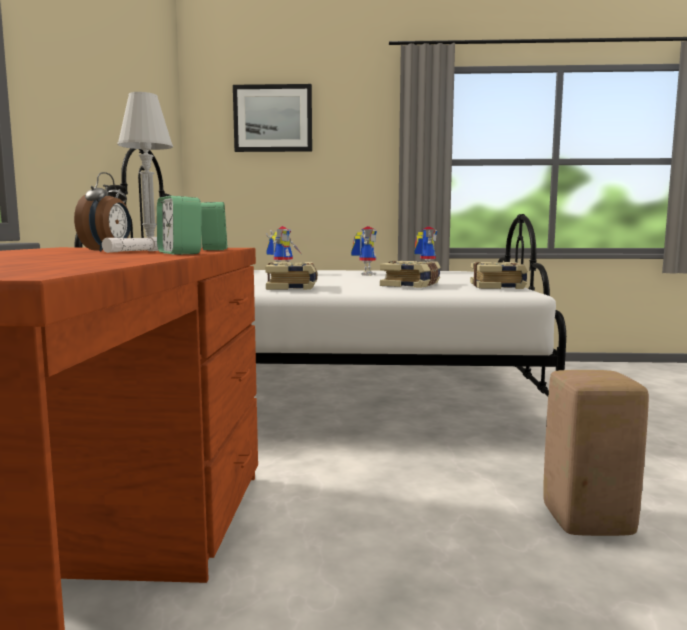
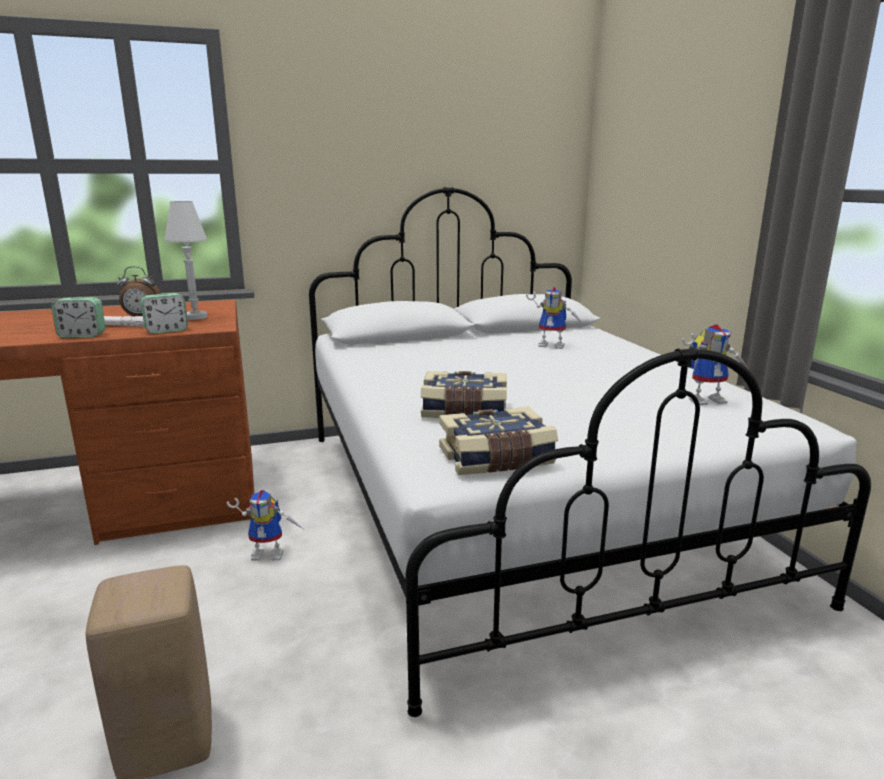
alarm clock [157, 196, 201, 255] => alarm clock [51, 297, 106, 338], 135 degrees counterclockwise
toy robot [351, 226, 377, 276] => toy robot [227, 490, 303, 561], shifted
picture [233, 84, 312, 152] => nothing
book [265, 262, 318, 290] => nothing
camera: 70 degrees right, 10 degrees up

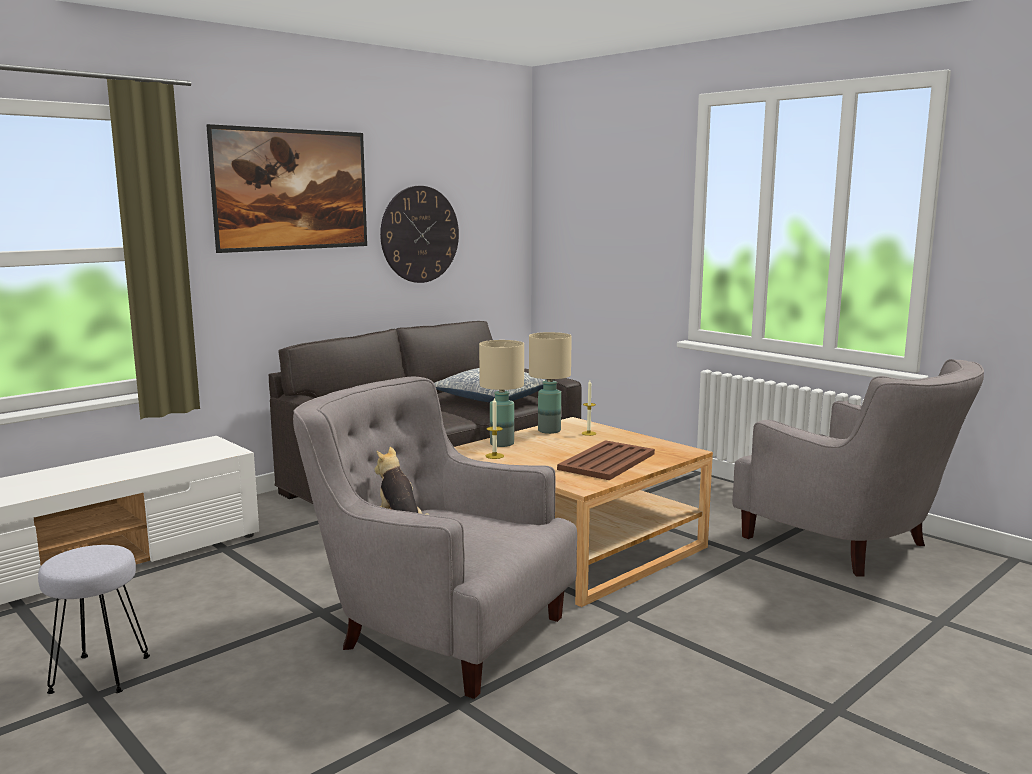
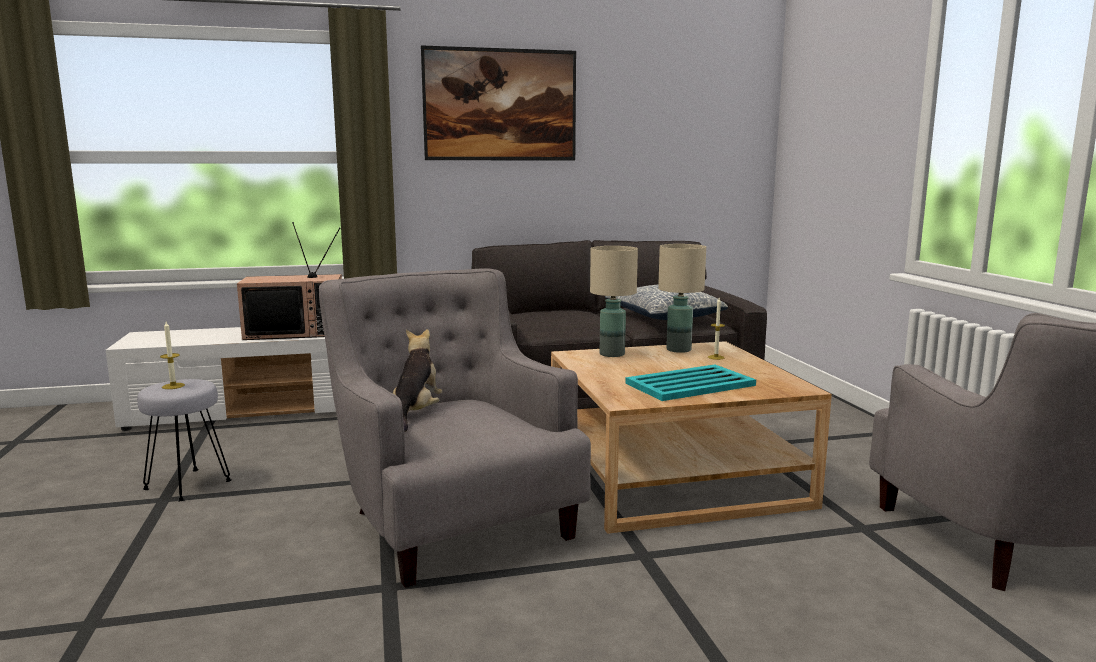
candle [486, 397, 504, 459] => candle [160, 322, 185, 389], shifted
nothing => television [237, 222, 342, 340]
brown tray [557, 440, 655, 480] => turquoise tray [625, 365, 756, 401]
wall clock [380, 186, 459, 283] => nothing
camera: 30 degrees right, 0 degrees up

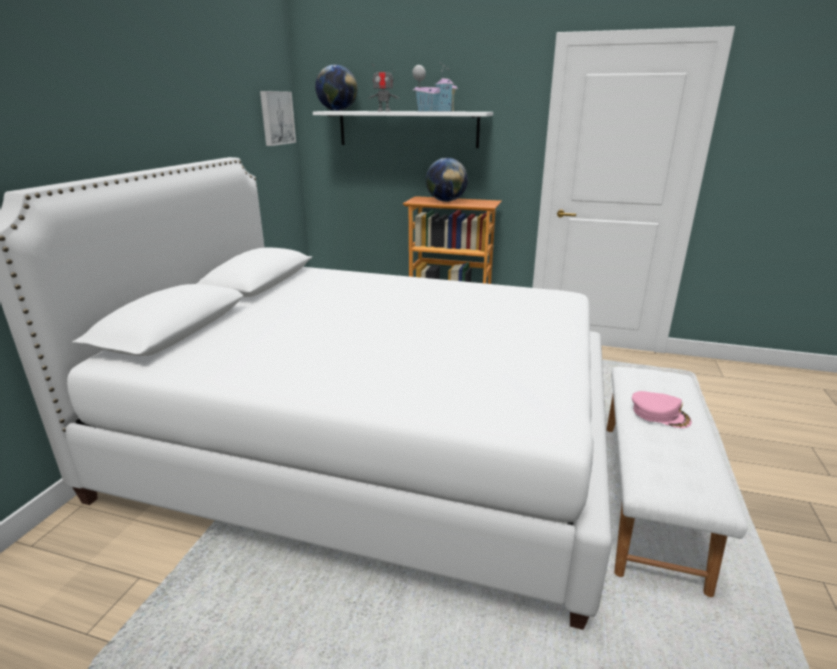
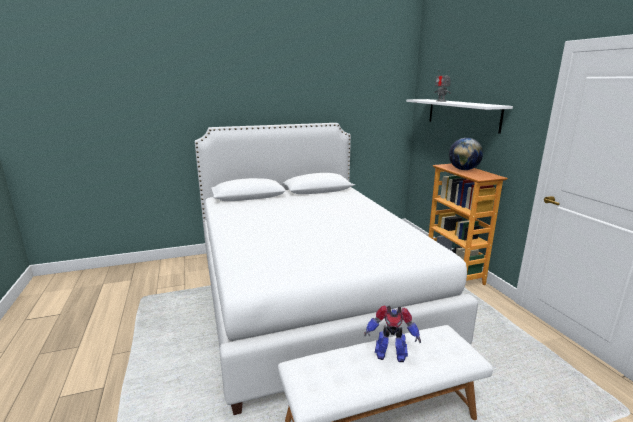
pink cap [632, 391, 692, 428] => toy robot [364, 306, 421, 362]
picture [260, 91, 296, 146] => nothing
globe [315, 64, 358, 111] => nothing
toy house [412, 63, 458, 112] => nothing
camera: 55 degrees right, 5 degrees down

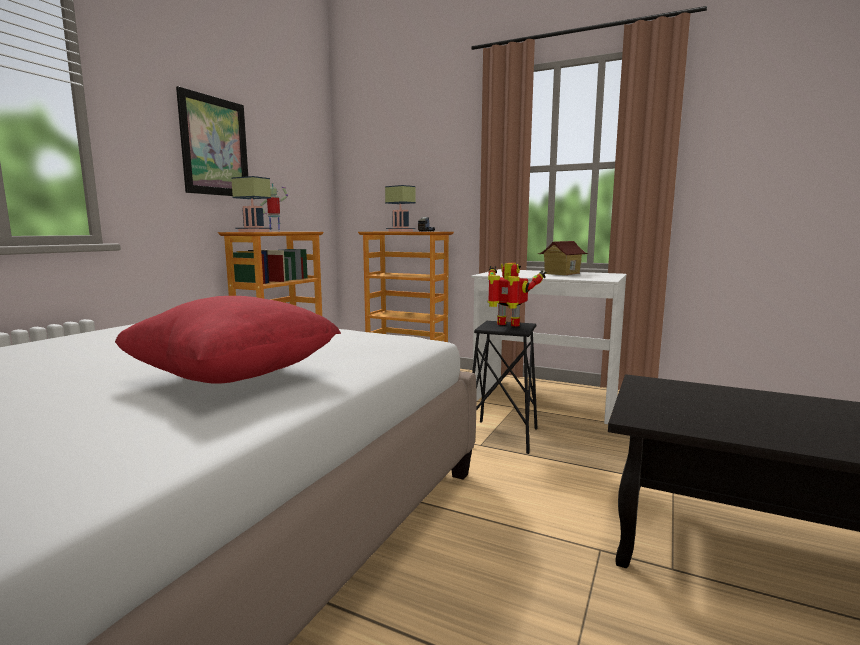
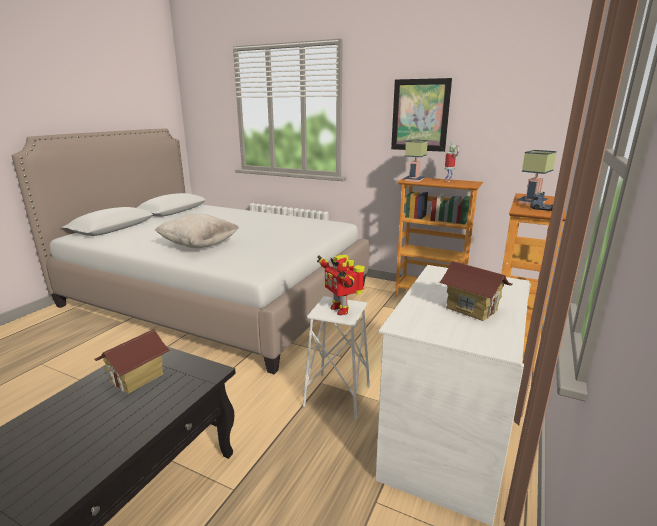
nothing => toy house [94, 329, 170, 394]
red pillow [115, 296, 341, 384] => beige pillow [155, 213, 239, 248]
black stool [472, 321, 537, 454] => white stool [303, 296, 370, 419]
toy robot [488, 263, 547, 327] => toy robot [317, 254, 365, 315], 120 degrees clockwise
camera: 90 degrees right, 10 degrees up

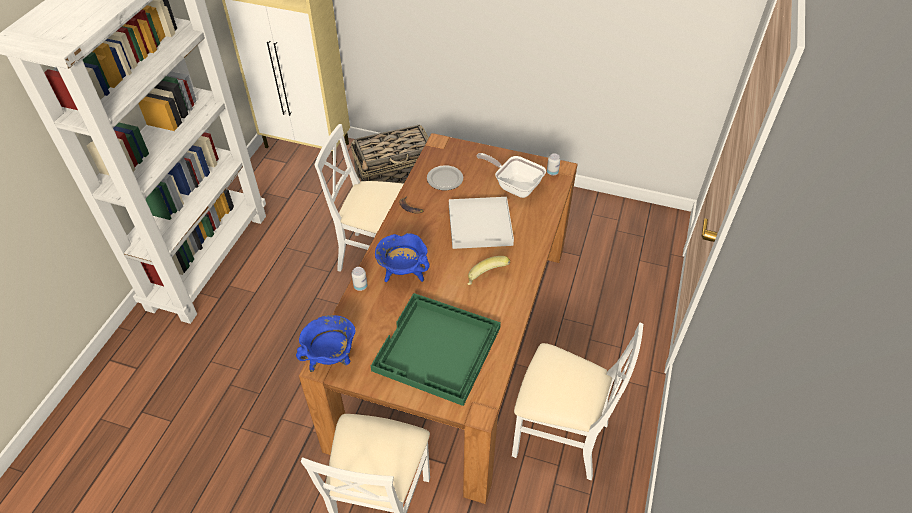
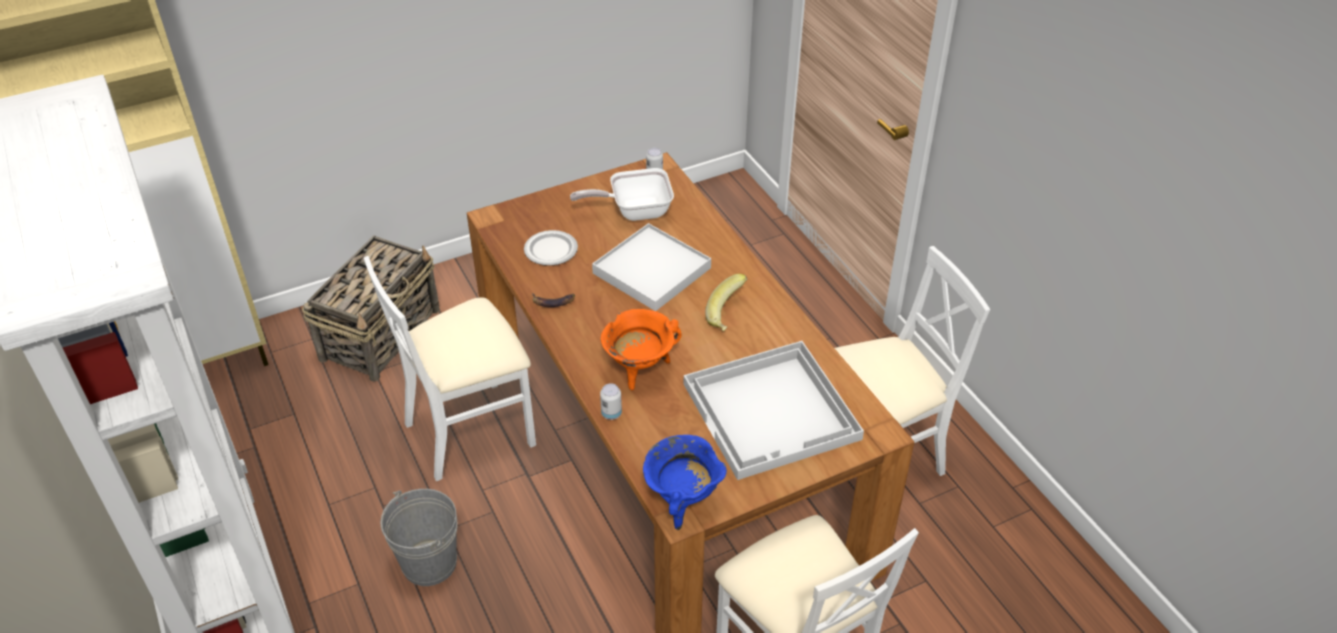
nothing => grey bucket [380, 489, 458, 586]
blue cooking pot [375, 233, 430, 282] => orange cooking pot [601, 309, 682, 390]
green tray [371, 293, 501, 406] => white tray [684, 341, 864, 480]
camera: 45 degrees left, 5 degrees down

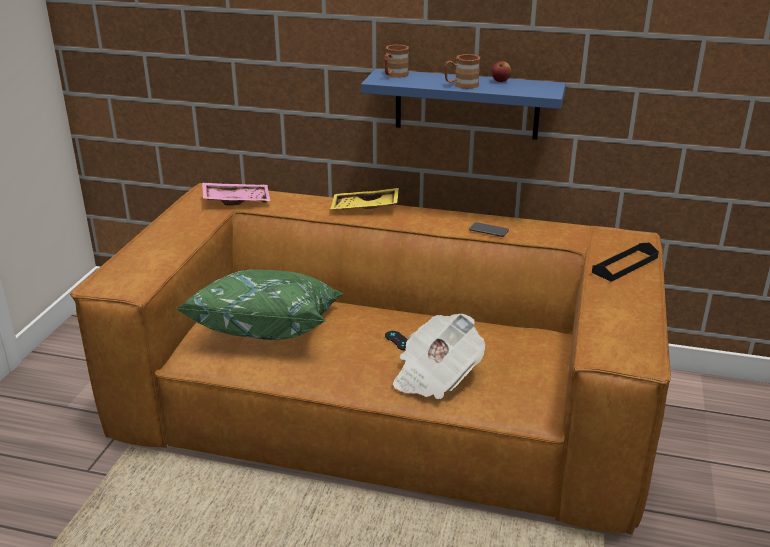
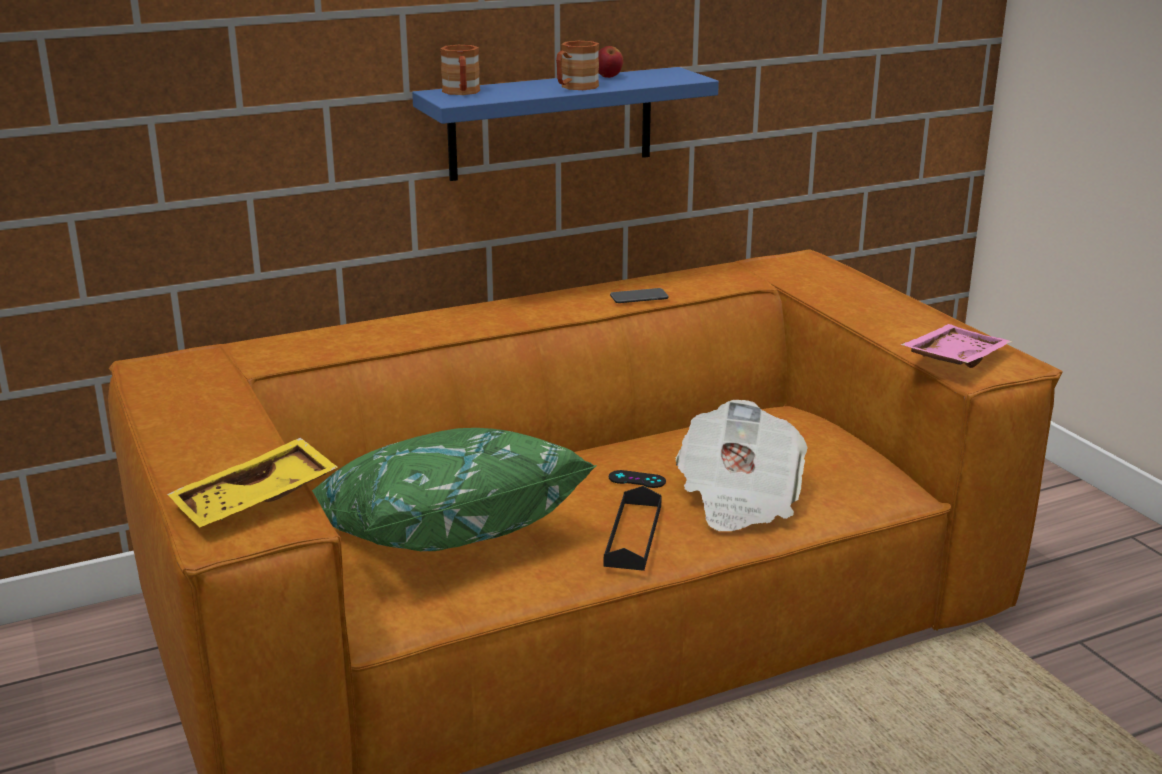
yellow tray [330, 188, 399, 210] => yellow tray [167, 438, 338, 527], shifted
black tray [592, 243, 659, 282] => black tray [604, 486, 662, 571], shifted
pink tray [202, 183, 271, 206] => pink tray [900, 324, 1012, 368], shifted
camera: 40 degrees left, 5 degrees down

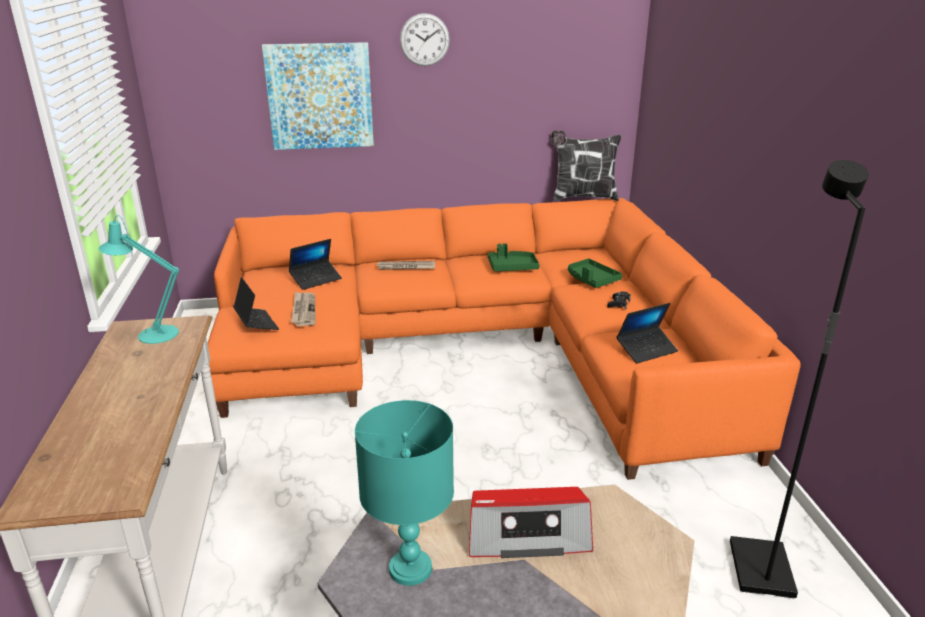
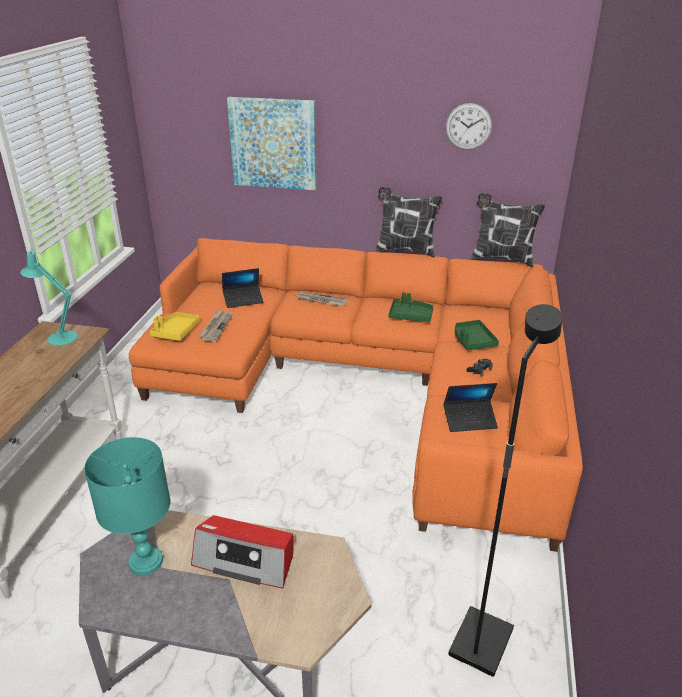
laptop [233, 277, 279, 330] => yellow tray [150, 312, 200, 341]
nothing => pillow [376, 187, 443, 258]
wall clock [400, 13, 450, 66] => wall clock [446, 103, 492, 150], shifted
camera: 20 degrees right, 5 degrees up

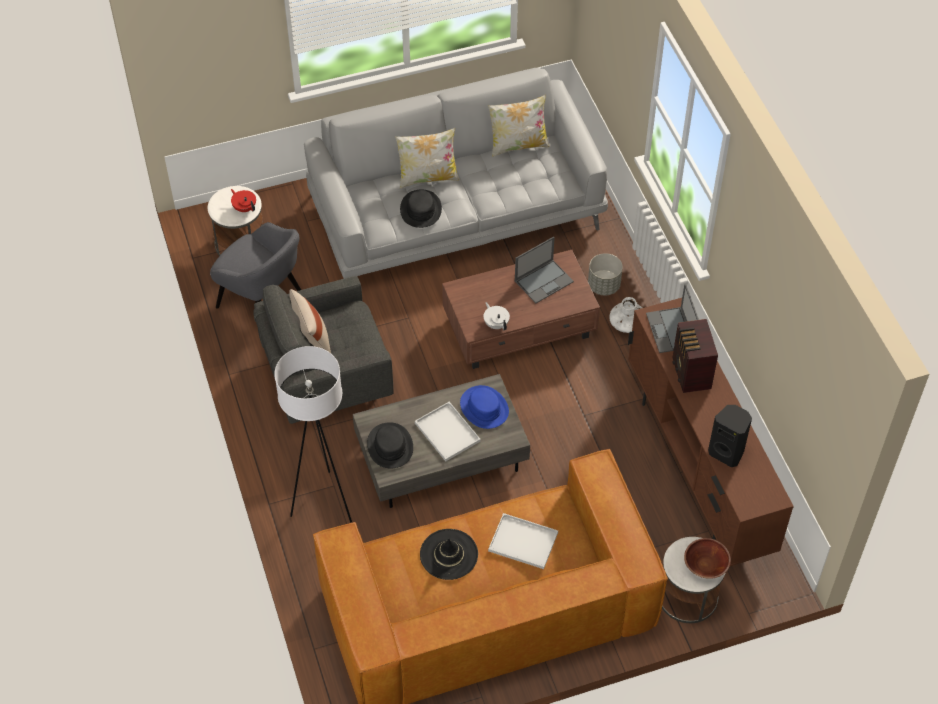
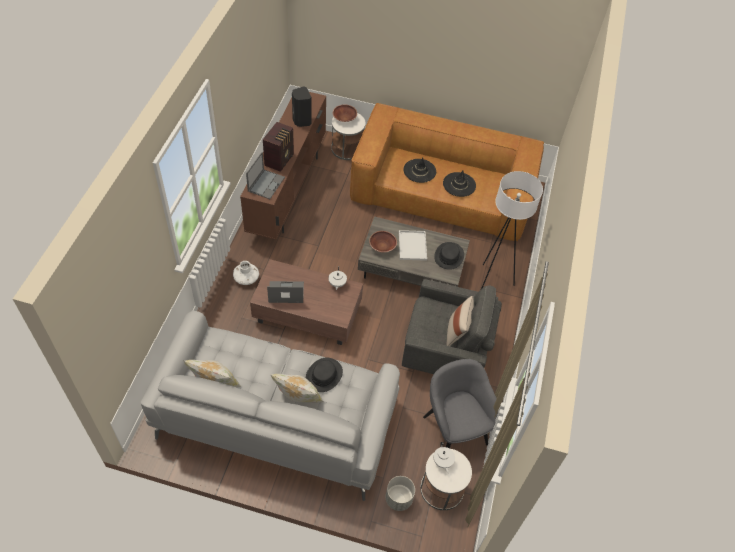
blue hat [460, 385, 509, 429] => brown bowl [369, 231, 397, 253]
grey planter [588, 253, 623, 295] => grey planter [386, 476, 415, 511], shifted
white tray [488, 513, 558, 569] => black hat [404, 157, 436, 183]
red teapot [231, 189, 256, 212] => white teapot [434, 442, 455, 473]
camera: 150 degrees left, 0 degrees up

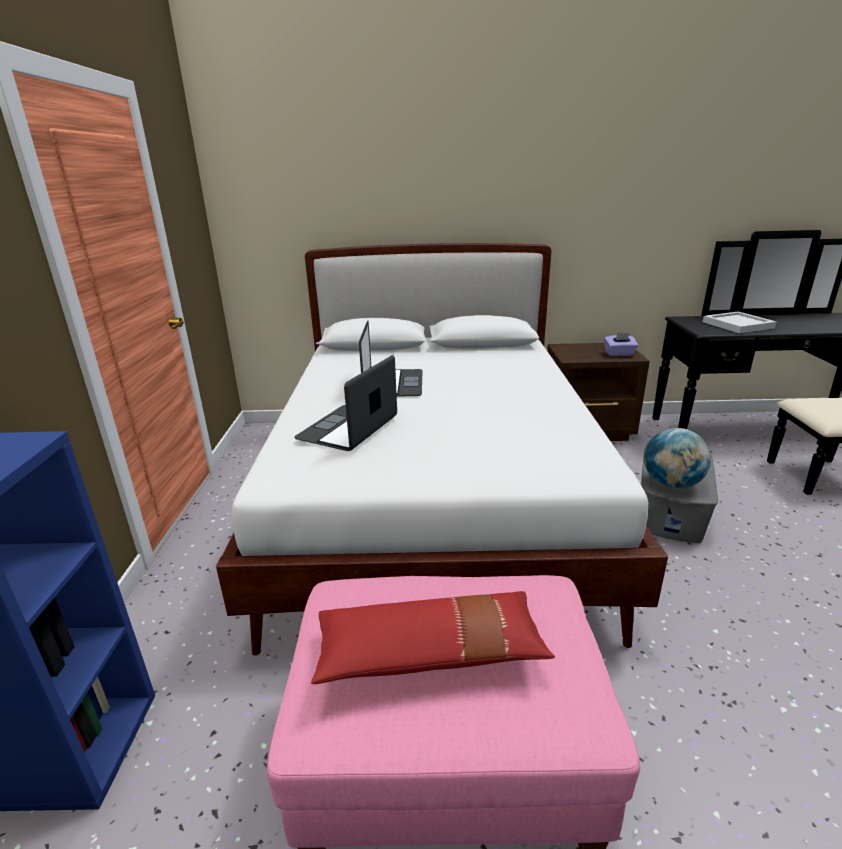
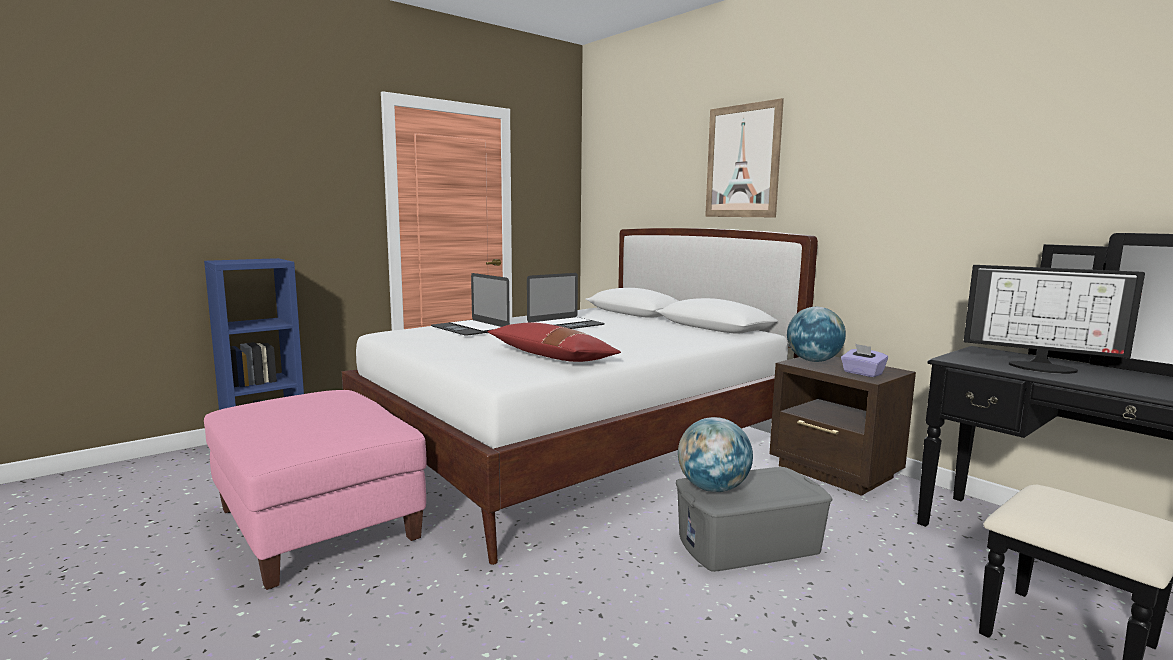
laptop [294, 355, 397, 451] => laptop [431, 273, 510, 336], 120 degrees counterclockwise
red pillow [311, 591, 555, 684] => red pillow [488, 322, 621, 362], shifted
nothing => picture [705, 98, 784, 217]
nothing => globe [787, 307, 846, 362]
white tray [703, 311, 776, 333] => monitor [964, 265, 1145, 374]
camera: 50 degrees right, 15 degrees down

